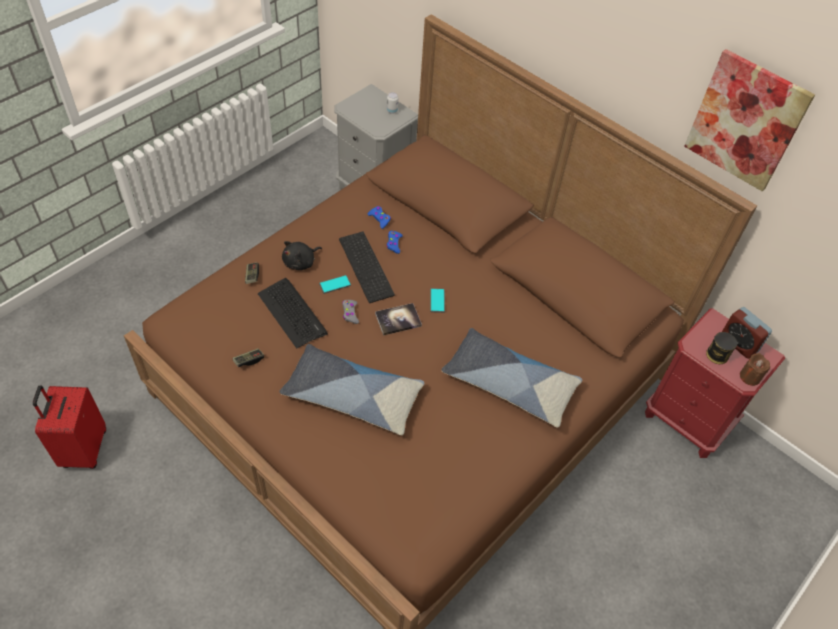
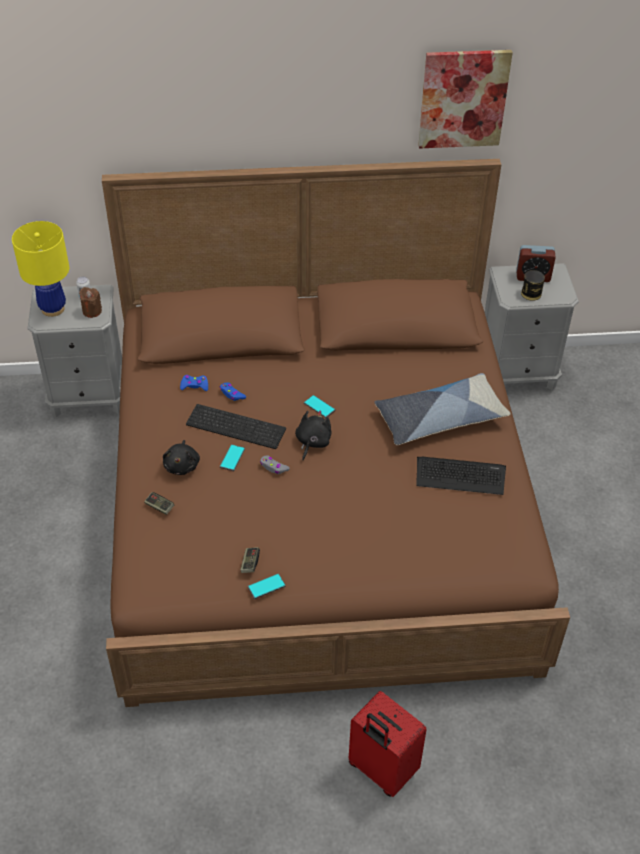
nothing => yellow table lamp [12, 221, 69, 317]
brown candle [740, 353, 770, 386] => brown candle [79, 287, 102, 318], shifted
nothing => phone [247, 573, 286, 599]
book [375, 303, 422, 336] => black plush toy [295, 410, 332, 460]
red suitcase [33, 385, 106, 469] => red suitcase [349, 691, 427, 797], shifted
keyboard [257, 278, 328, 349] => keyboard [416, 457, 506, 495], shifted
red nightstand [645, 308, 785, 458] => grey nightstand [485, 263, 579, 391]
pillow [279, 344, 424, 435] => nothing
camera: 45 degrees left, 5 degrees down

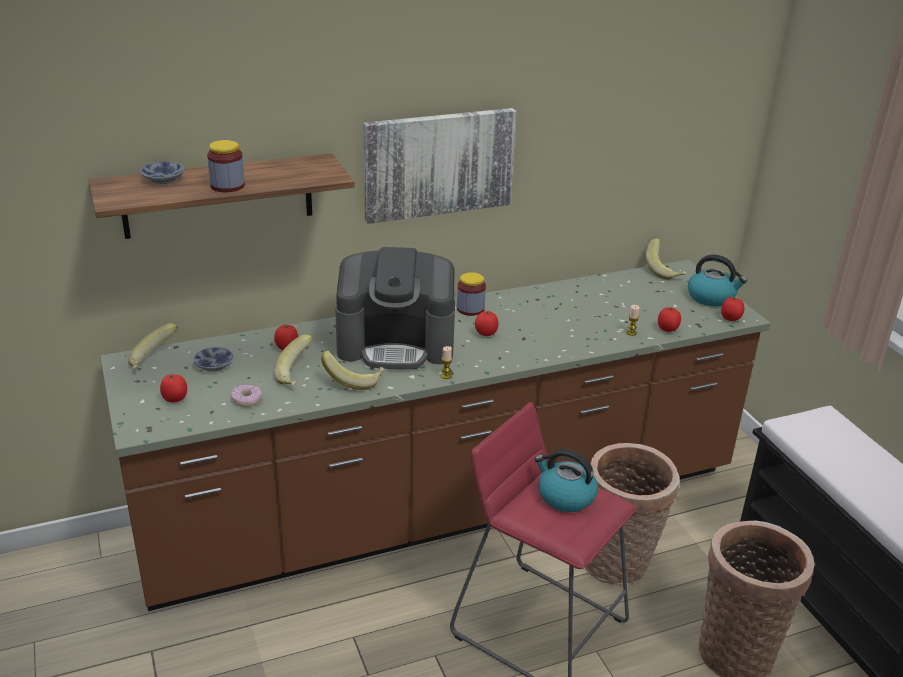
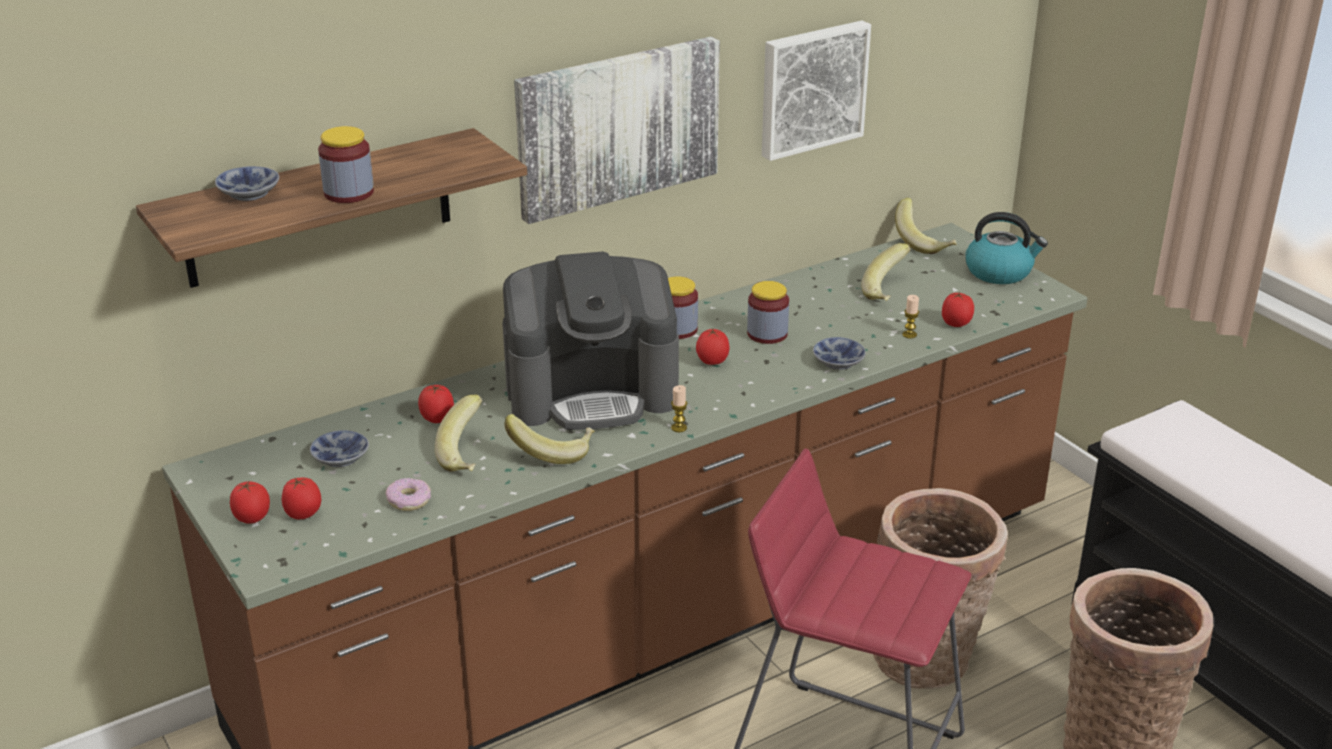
tomato [721, 297, 745, 321] => tomato [230, 480, 270, 524], shifted
nothing => jar [747, 281, 789, 344]
nothing => picture [762, 21, 871, 161]
nothing => bowl [813, 337, 866, 370]
banana [128, 323, 178, 370] => banana [861, 243, 911, 301], shifted
kettle [535, 449, 598, 512] => nothing
camera: 10 degrees left, 0 degrees up

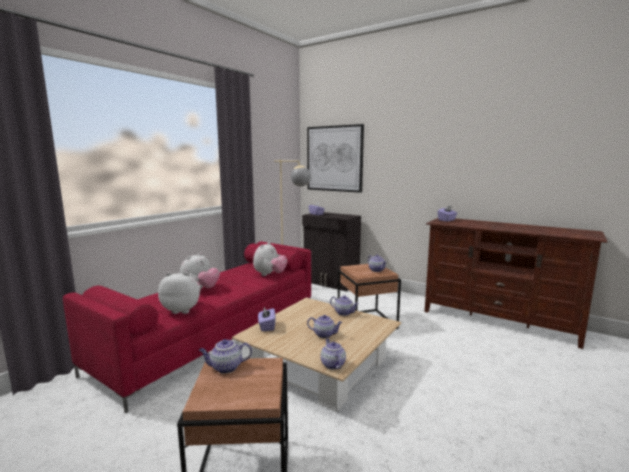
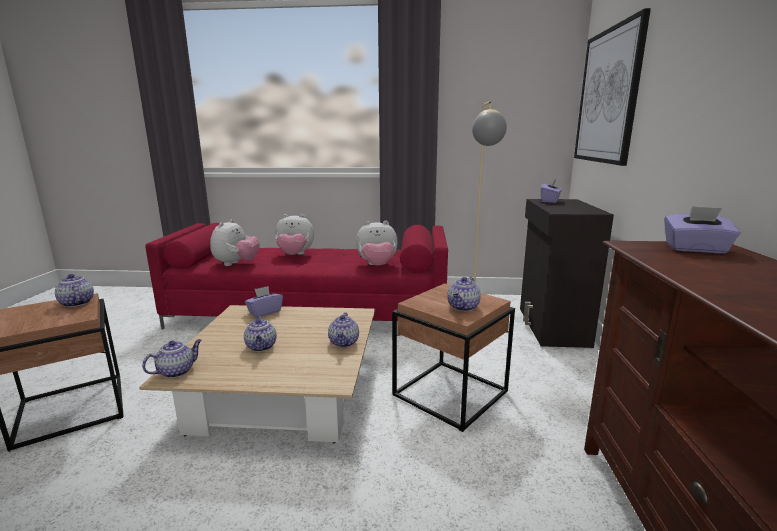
plush toy [158, 272, 201, 314] => plush toy [210, 219, 260, 266], 45 degrees clockwise
camera: 60 degrees right, 5 degrees up

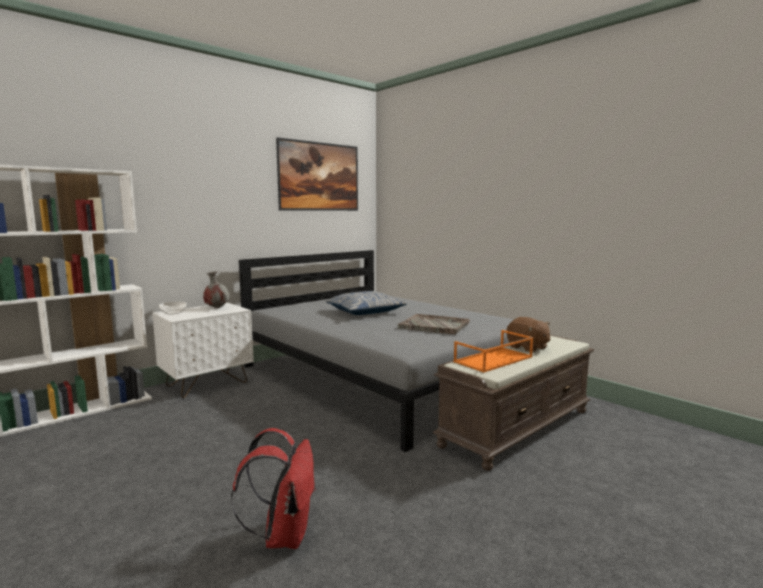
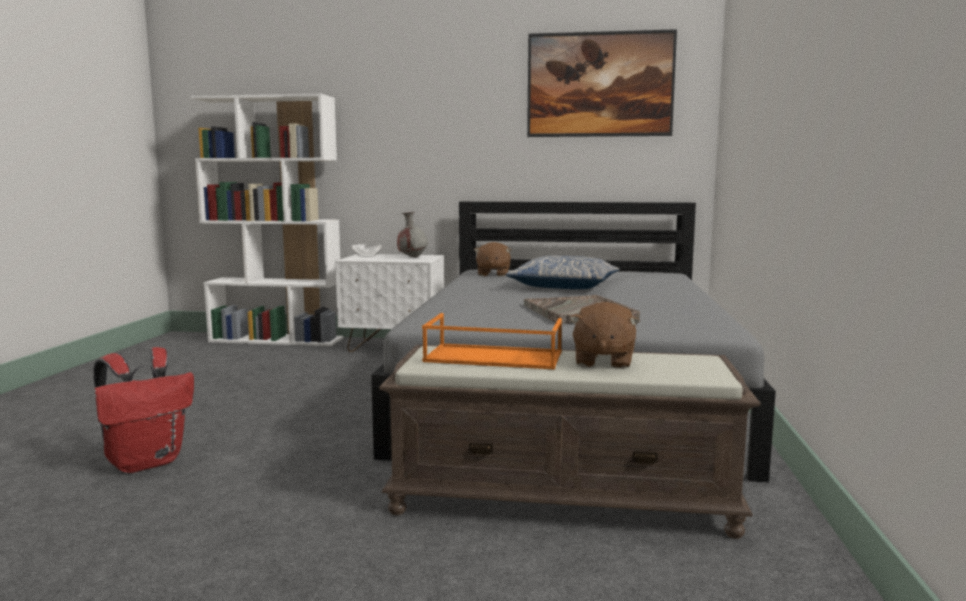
nothing => brown plush toy [474, 242, 511, 276]
camera: 50 degrees right, 0 degrees up

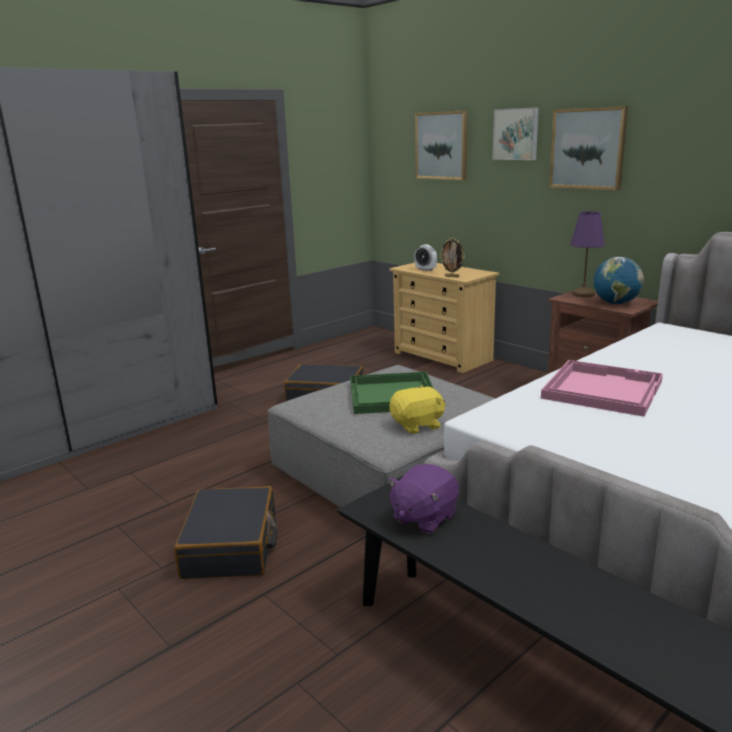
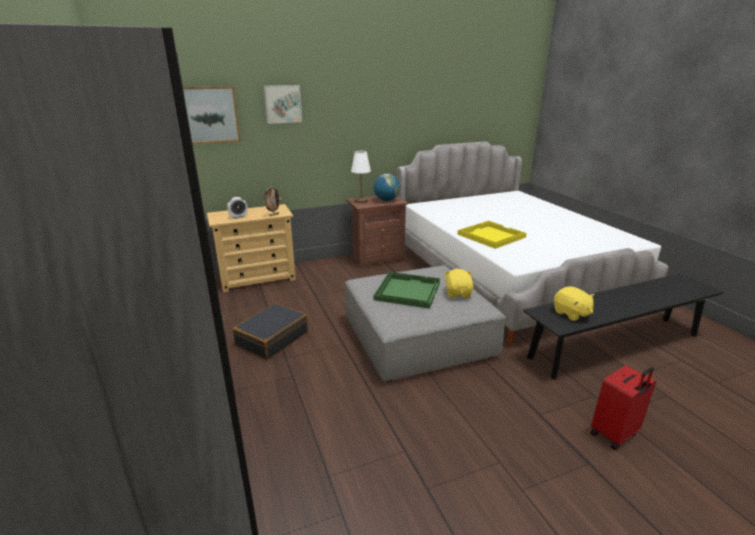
purple table lamp [570, 211, 605, 298] => white table lamp [351, 151, 371, 203]
pink tray [541, 360, 663, 417] => yellow tray [457, 221, 527, 249]
purple plush toy [388, 464, 459, 534] => yellow plush toy [554, 286, 595, 321]
nothing => red suitcase [591, 365, 656, 450]
black suitcase [174, 486, 277, 579] => nothing
picture [549, 106, 628, 190] => nothing
camera: 70 degrees left, 5 degrees up

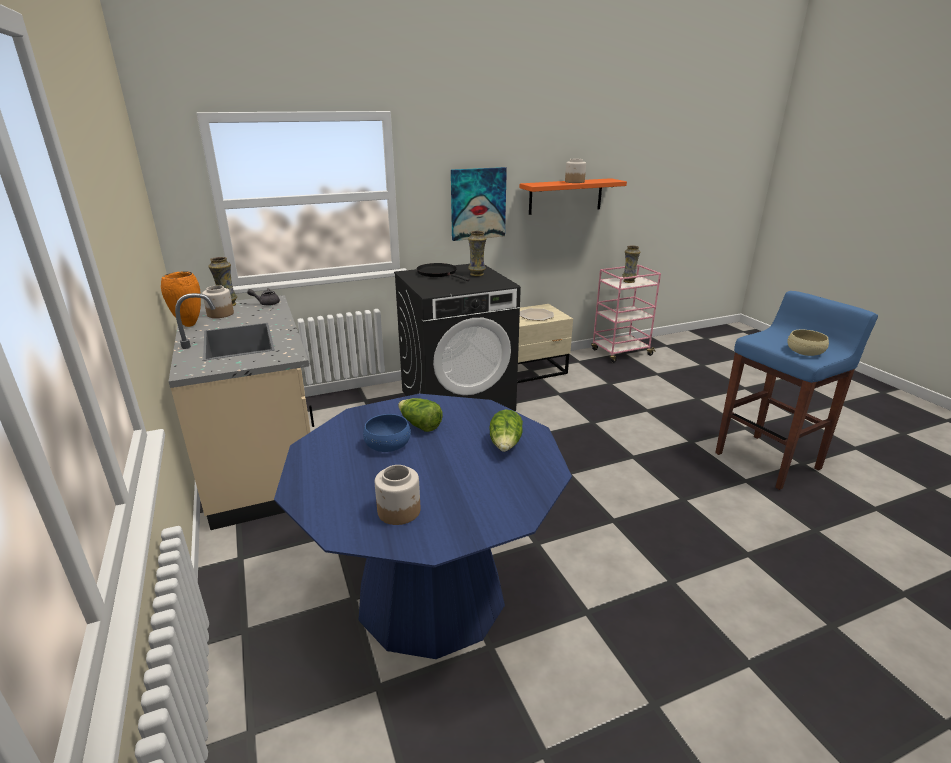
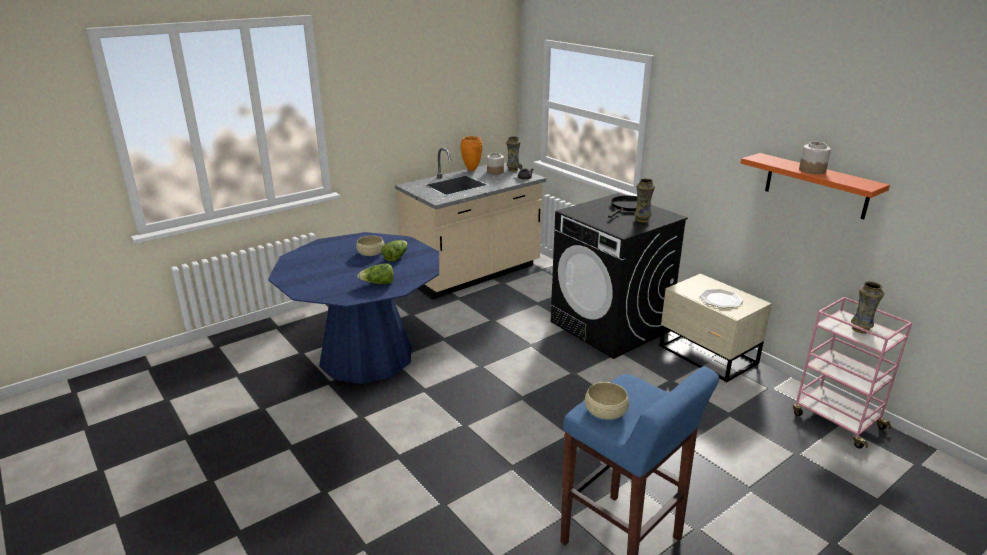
blue bowl [363, 414, 411, 452] => beige bowl [356, 236, 385, 256]
jar [375, 465, 420, 525] => nothing
picture [451, 167, 507, 241] => nothing
camera: 75 degrees right, 0 degrees up

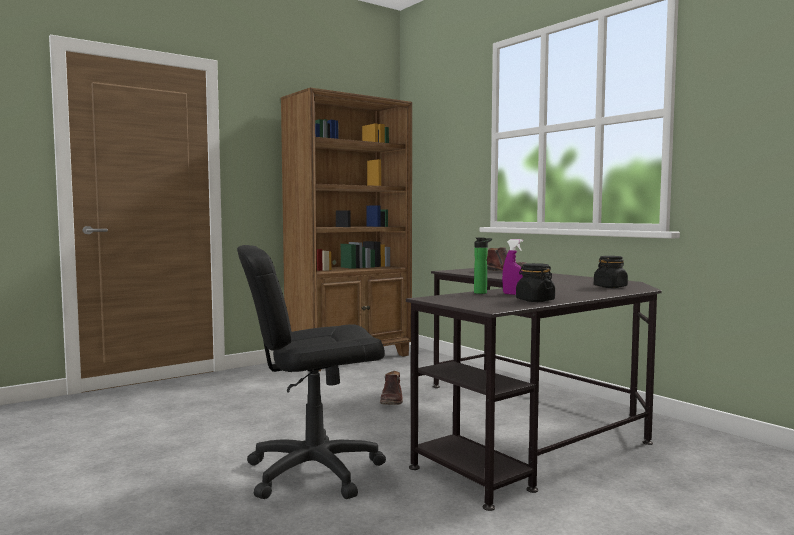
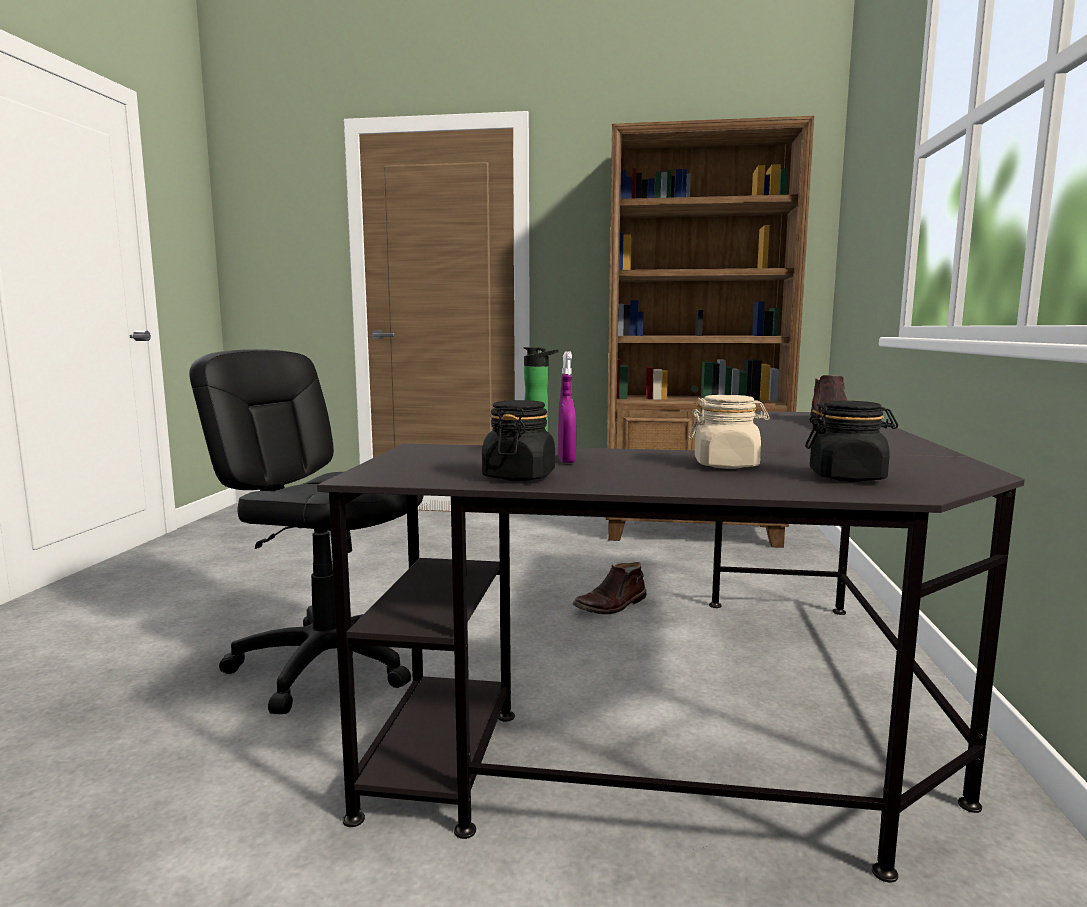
nothing => beige jar [688, 395, 770, 469]
camera: 45 degrees right, 5 degrees up

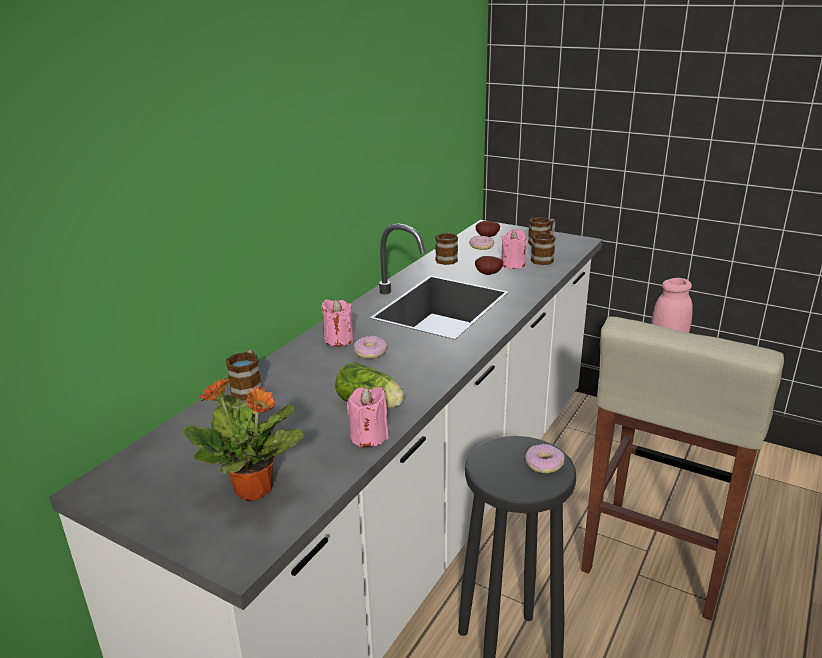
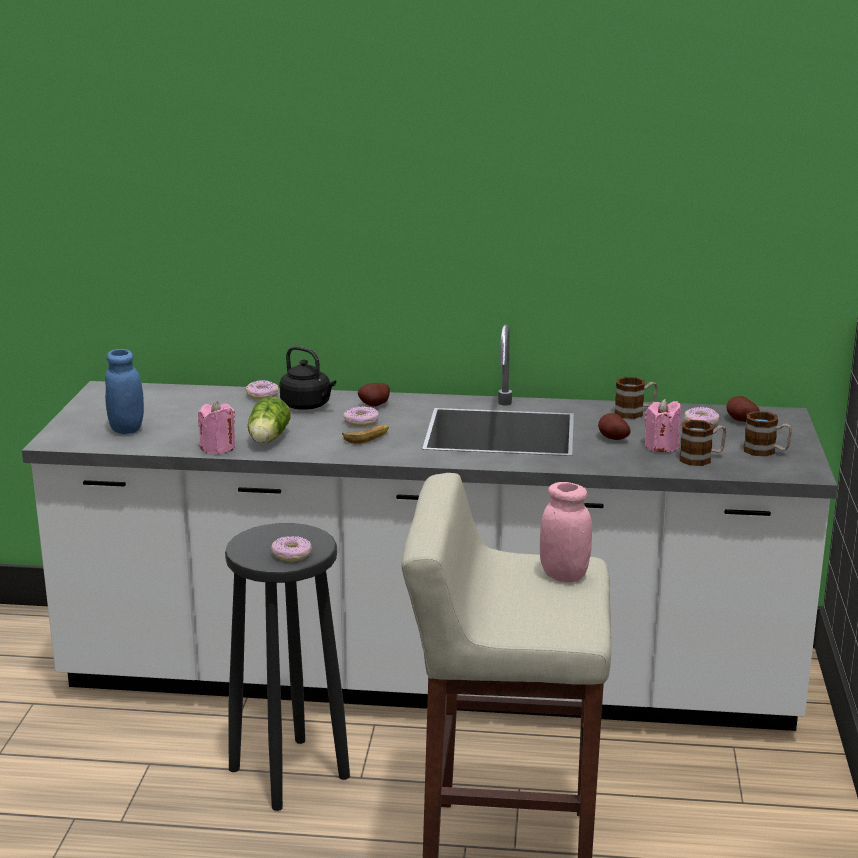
potted plant [182, 377, 305, 501] => blue jar [105, 349, 144, 434]
mug [226, 350, 261, 400] => donut [245, 380, 279, 400]
nothing => black kettle [280, 346, 336, 410]
nothing => banana [342, 425, 389, 444]
pink candle [321, 299, 354, 346] => potato [358, 383, 390, 407]
camera: 65 degrees right, 5 degrees down

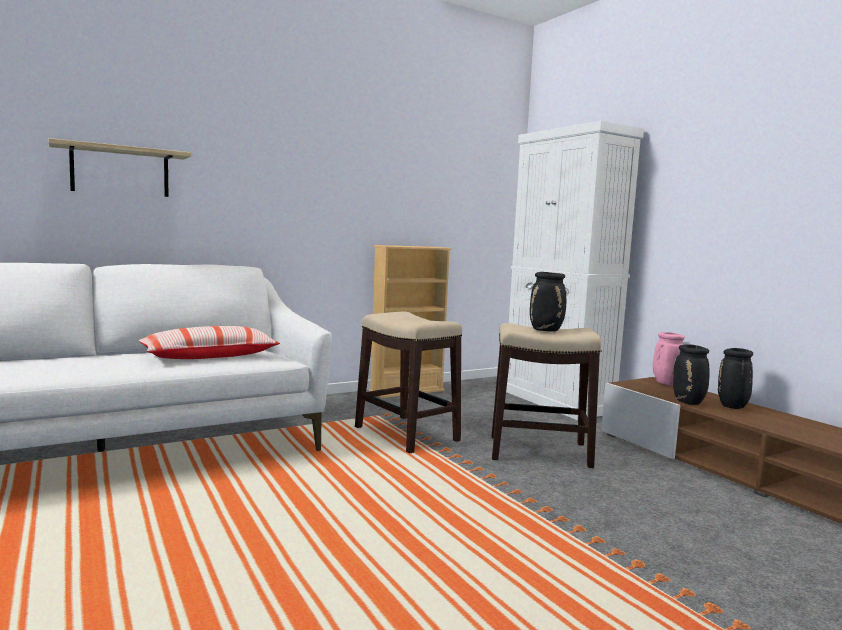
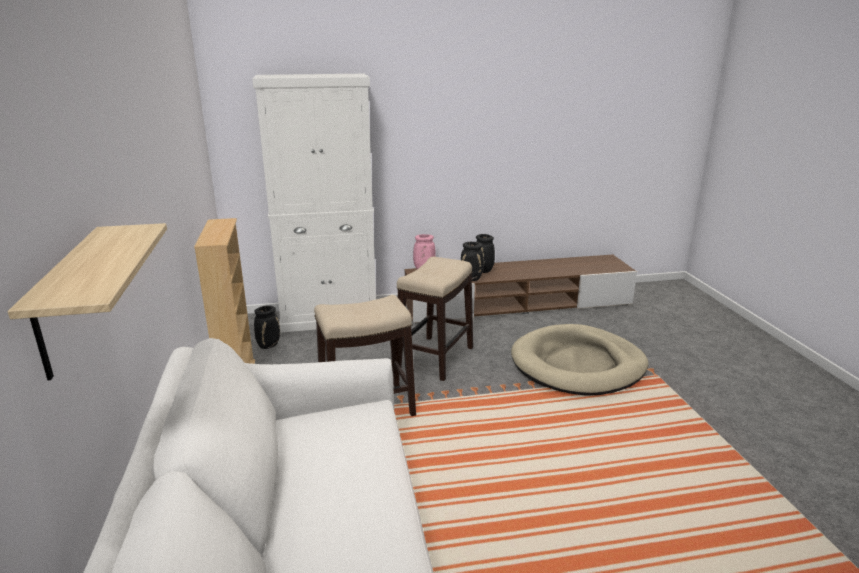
black vase [530, 272, 566, 332] => black vase [254, 305, 280, 349], shifted
nothing => beige dog bed [511, 324, 649, 396]
pillow [139, 326, 280, 359] => nothing
camera: 70 degrees left, 15 degrees up

